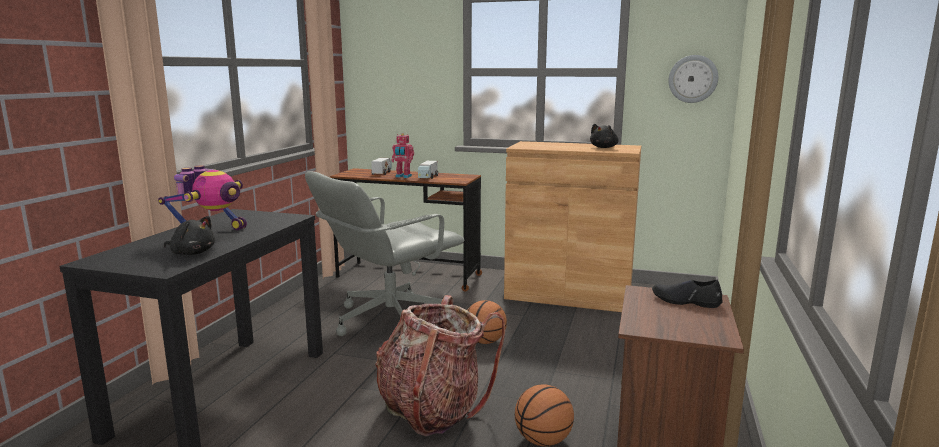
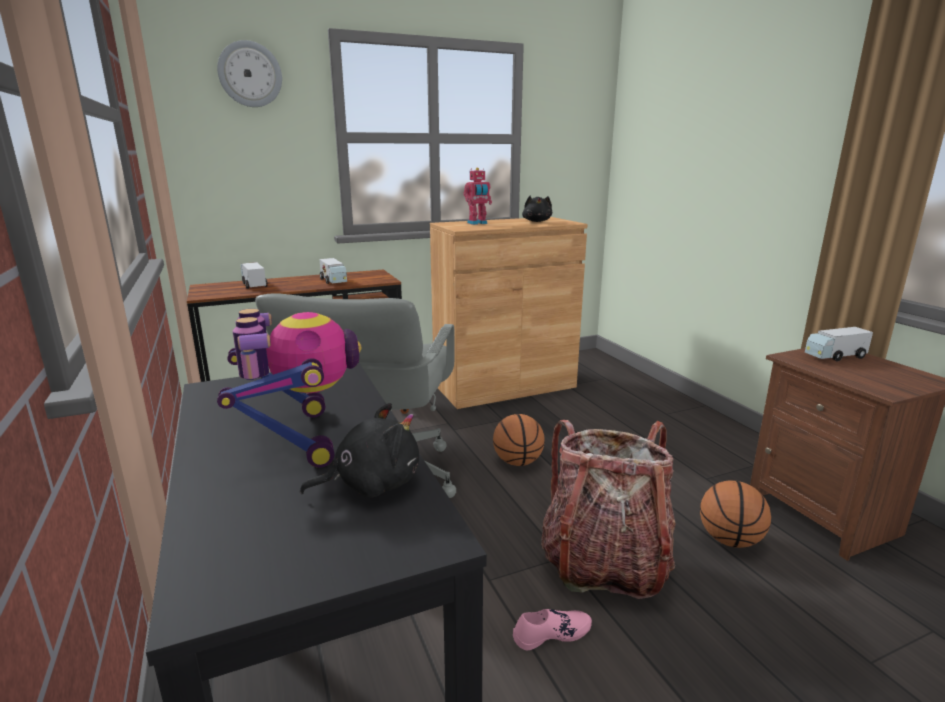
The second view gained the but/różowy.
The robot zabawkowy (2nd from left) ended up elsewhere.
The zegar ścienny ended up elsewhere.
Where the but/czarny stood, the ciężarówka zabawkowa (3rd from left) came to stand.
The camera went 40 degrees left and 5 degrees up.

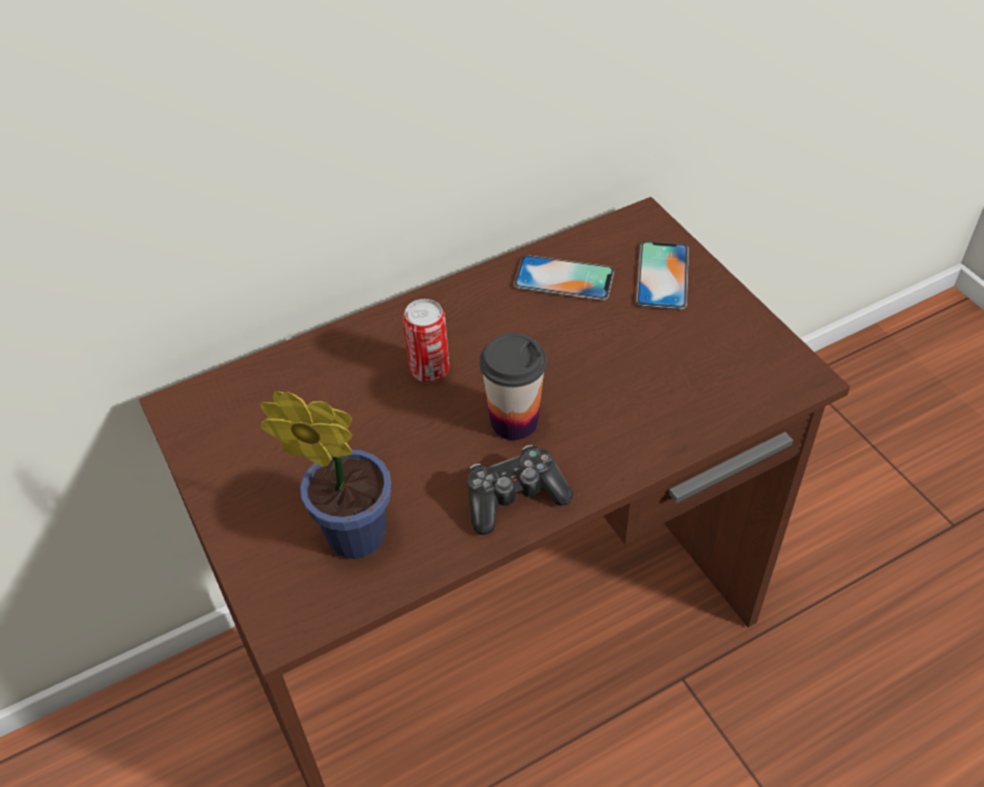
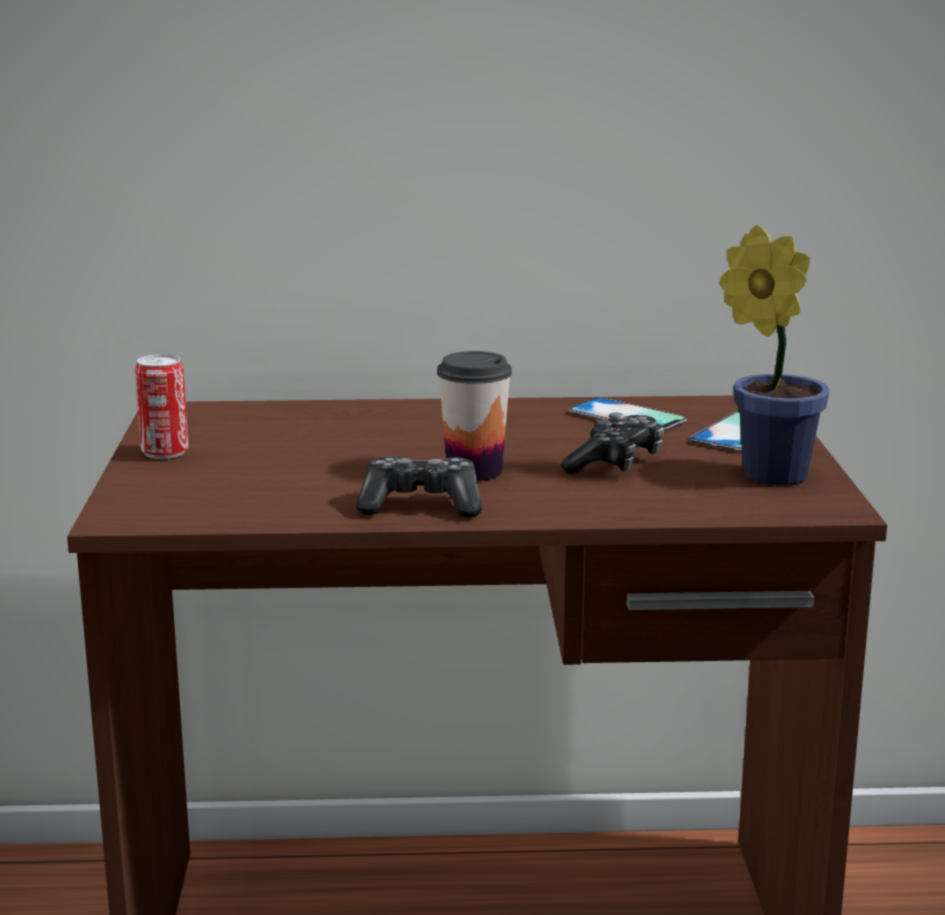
The second view gained the pad do gier (2nd from left).
The roślina doniczkowa ended up elsewhere.
The puszka ended up elsewhere.
The camera went 25 degrees right and 30 degrees down.

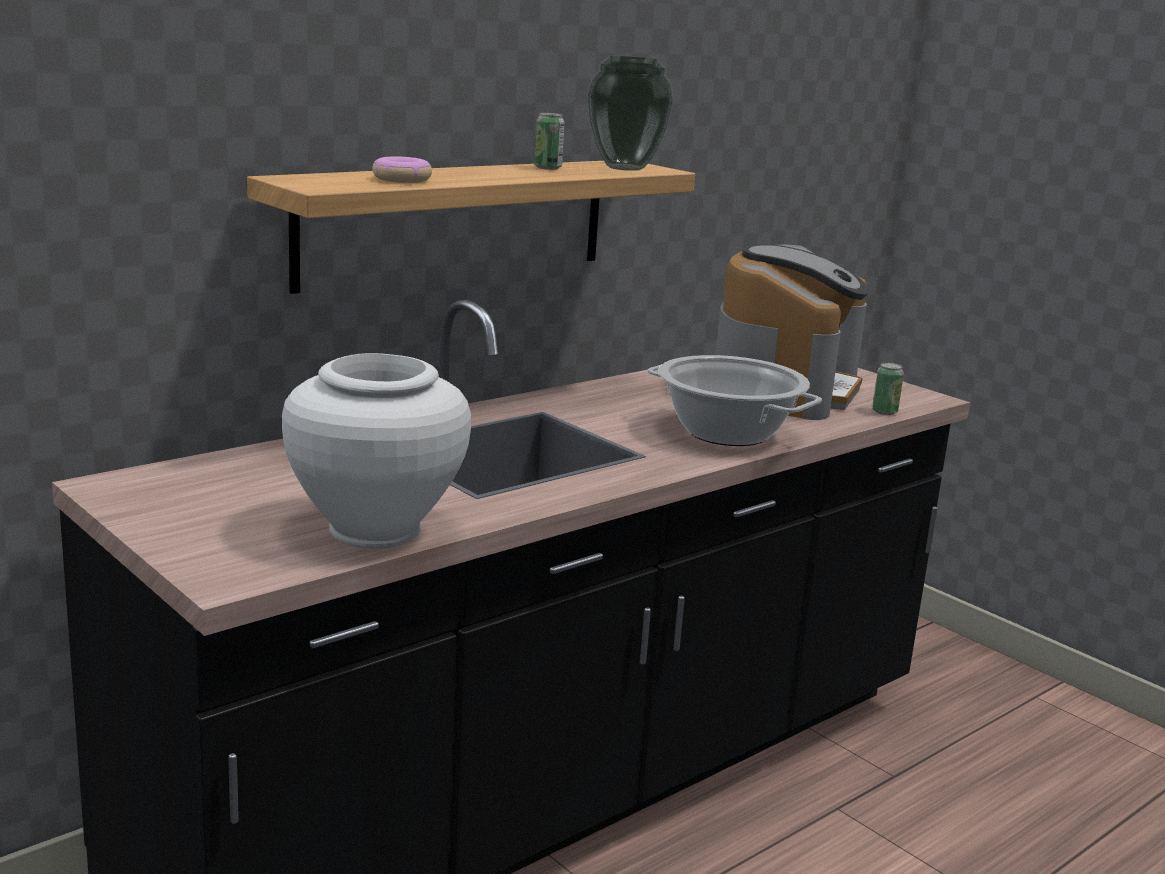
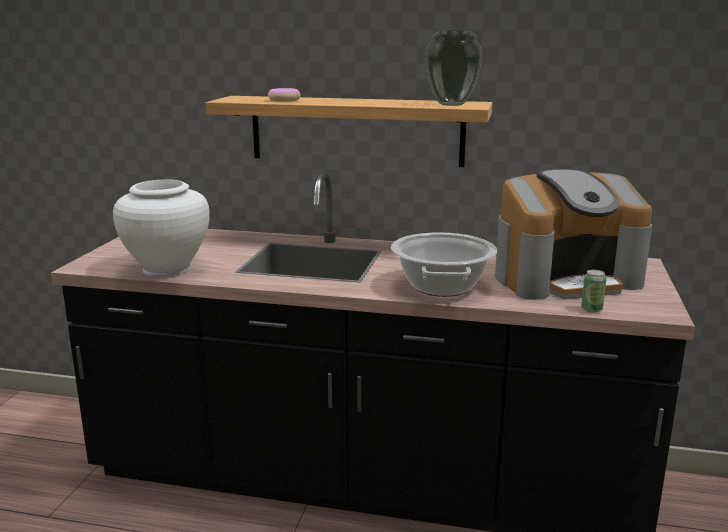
The second view lost the puszka (1st from left).
The camera went 55 degrees right and 0 degrees up.

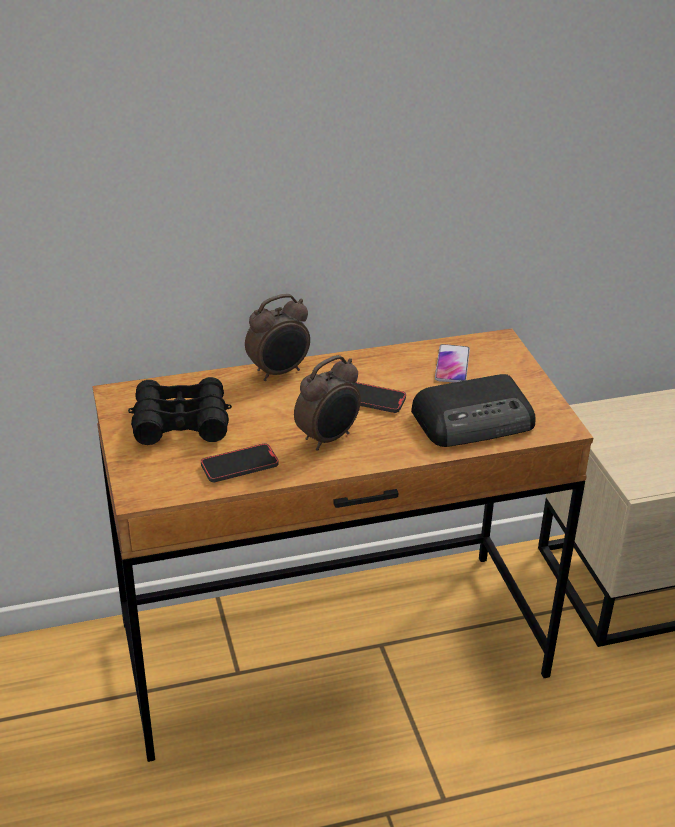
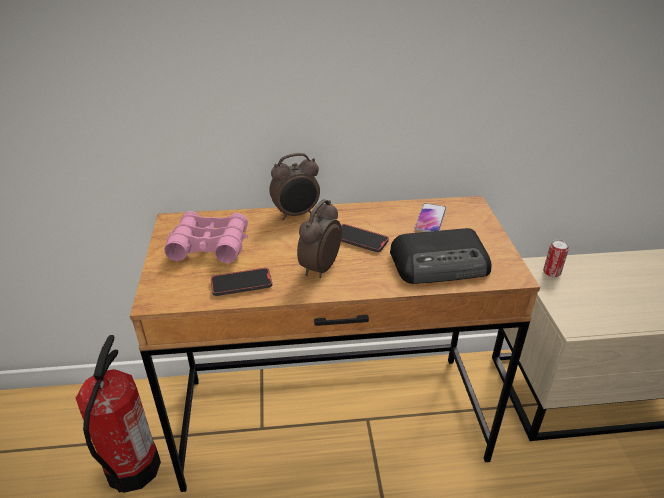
The second view gained the gaśnica.
The second view gained the puszka.
What was the lornetka/czarny turned into the lornetka/różowy.
The budzik (2nd from left) ended up facing another way, 150 degrees clockwise from before.
The camera went 10 degrees right and 0 degrees up.

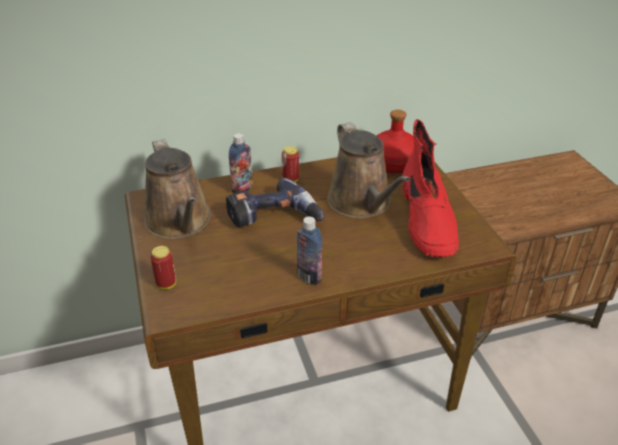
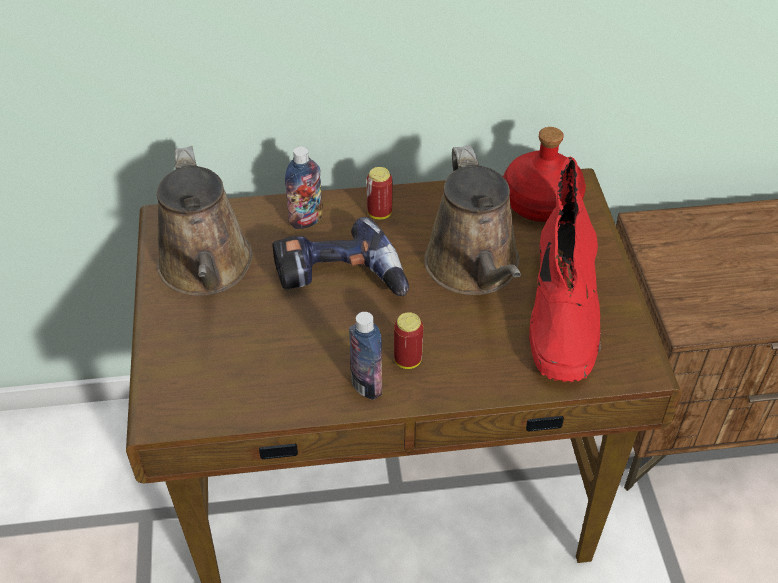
The puszka (1st from left in the first image) ended up elsewhere.
The camera went 10 degrees right and 10 degrees up.

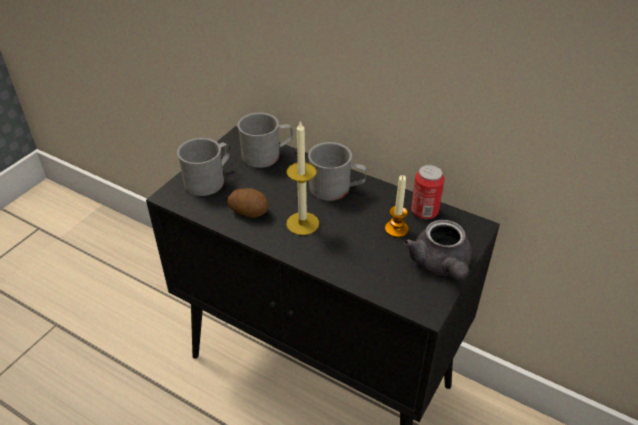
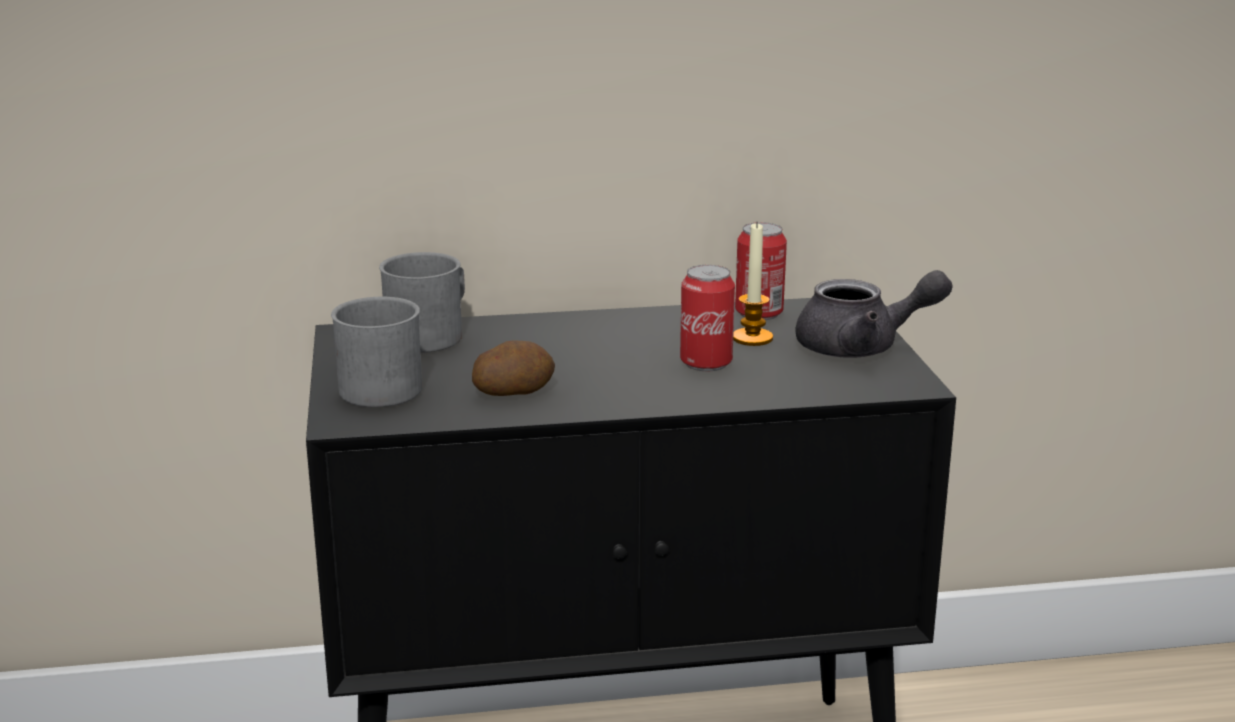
The second view lost the świeca (1st from left).
The second view lost the kubek/szary (3rd from left).
The second view gained the puszka (1st from left).
The imbryk/szary ended up facing another way, 45 degrees counterclockwise from before.
The camera went 40 degrees left and 20 degrees down.

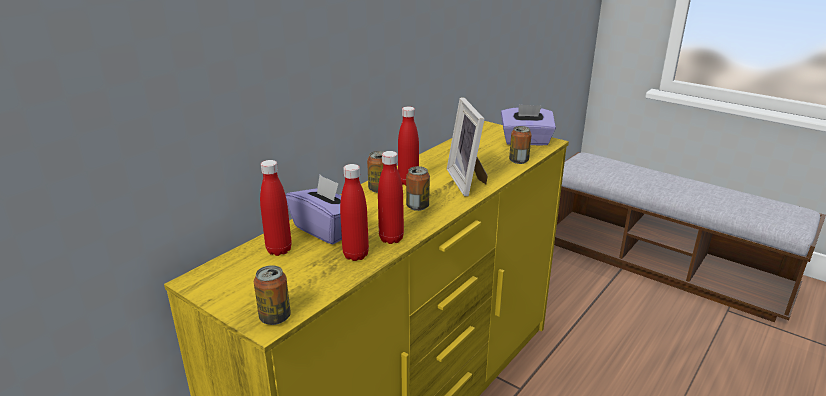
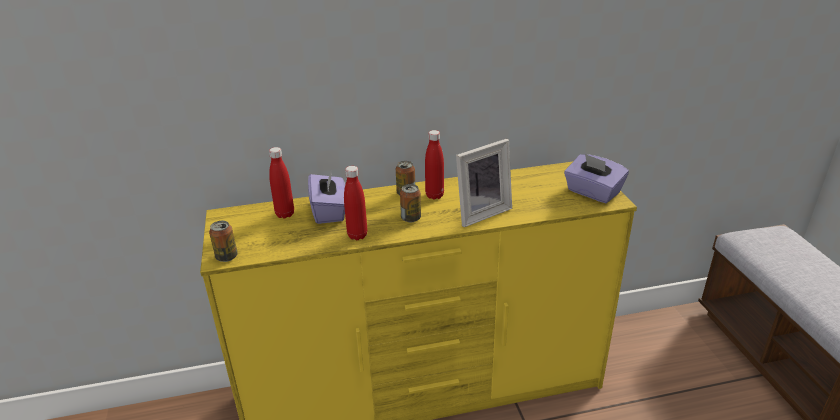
The second view lost the butelka/czerwony (2nd from left).
The second view lost the puszka (4th from left).
The ramka na zdjęcie ended up facing another way, 150 degrees counterclockwise from before.
The camera went 40 degrees right and 5 degrees up.

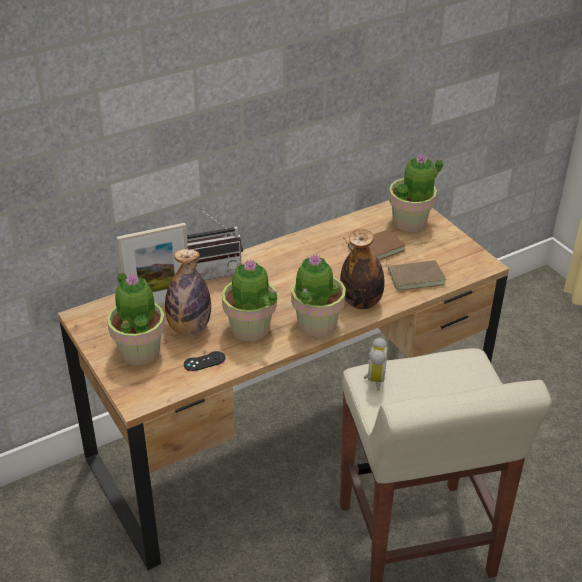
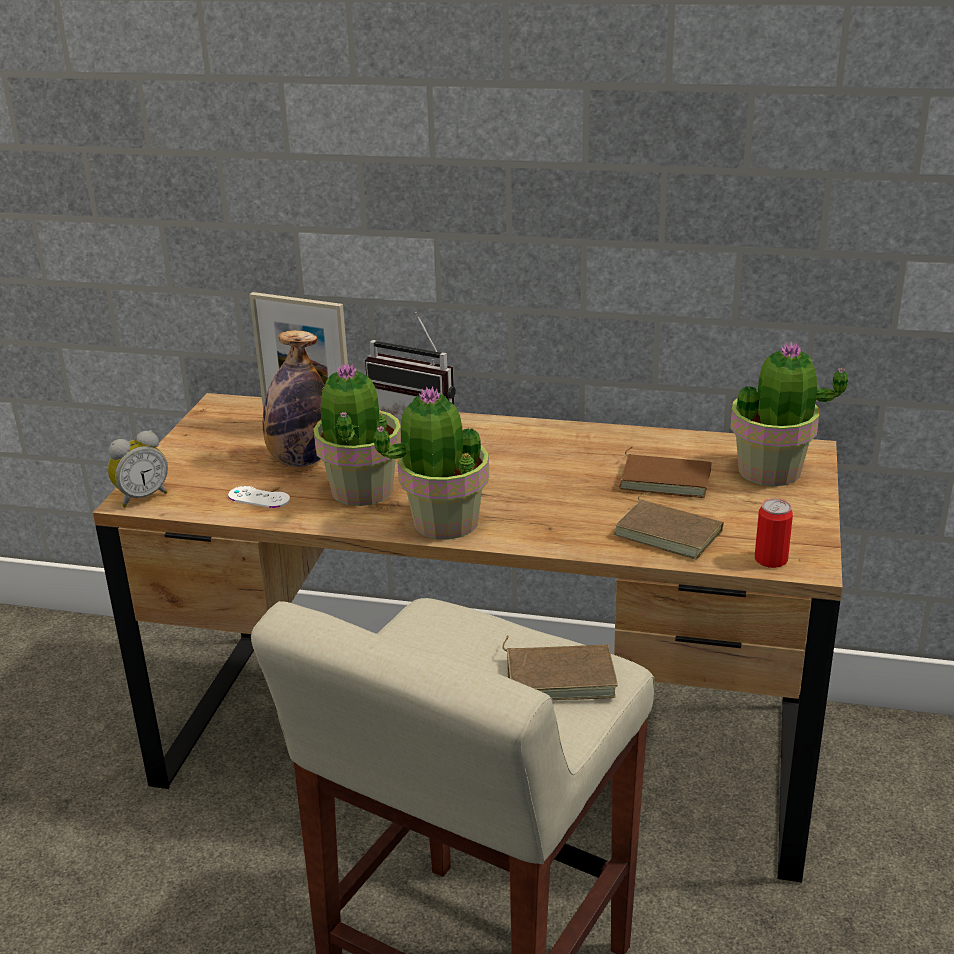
The second view lost the roślina doniczkowa (1st from left).
The second view lost the butelka (2nd from left).
The second view gained the książka/brązowy (1st from left).
The second view gained the puszka.
The budzik ended up elsewhere.
What was the pad do gier/czarny turned into the pad do gier/biały.
The camera went 45 degrees right and 10 degrees down.

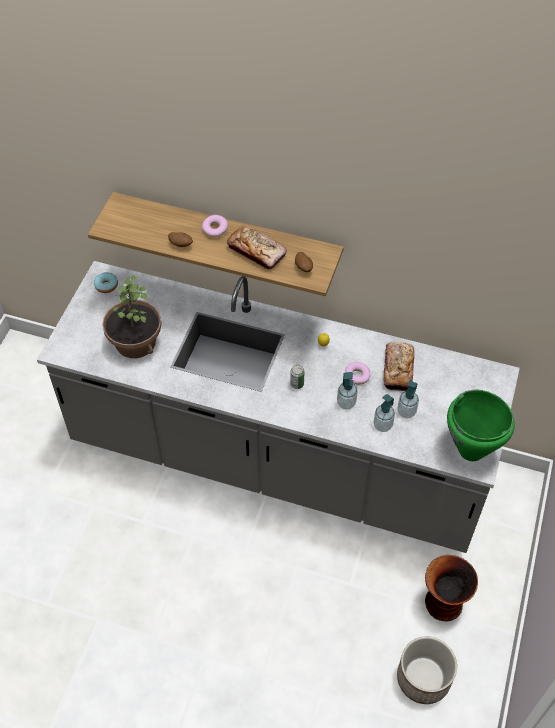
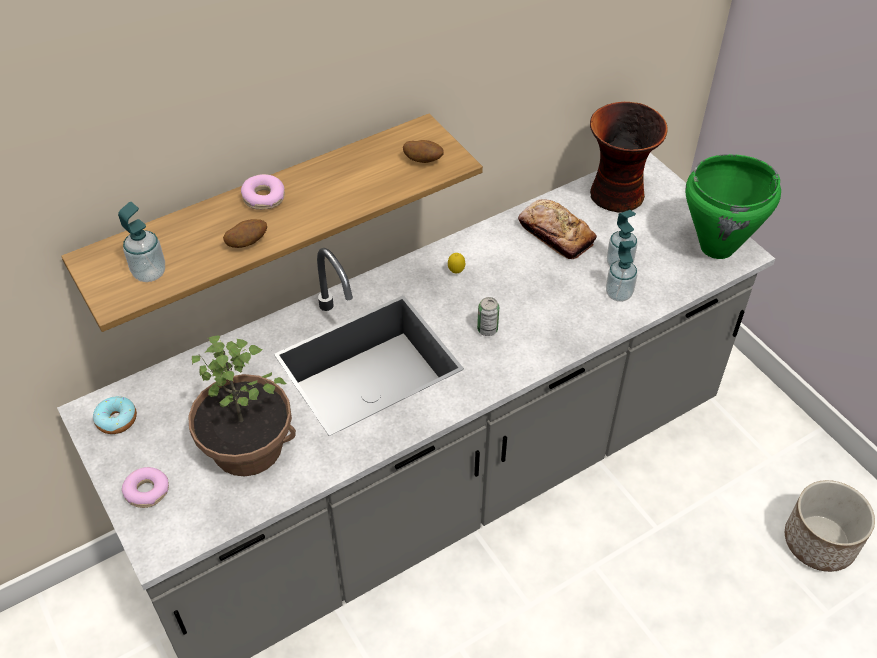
The second view lost the chleb (1st from left).
The dozownik mydła (1st from left) ended up elsewhere.
The donut (3rd from left in the first image) ended up elsewhere.
The wazon ended up elsewhere.
The camera went 50 degrees left and 5 degrees down.

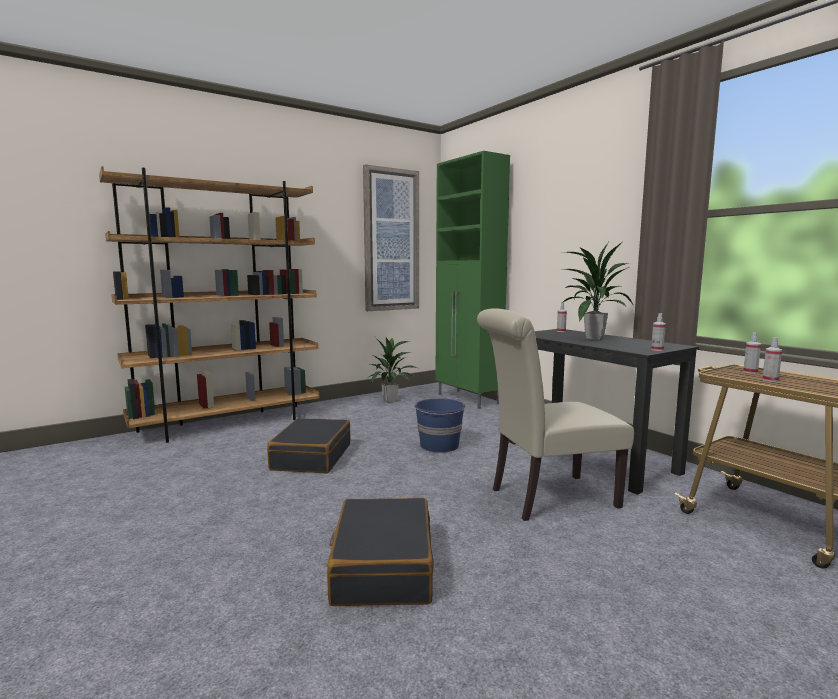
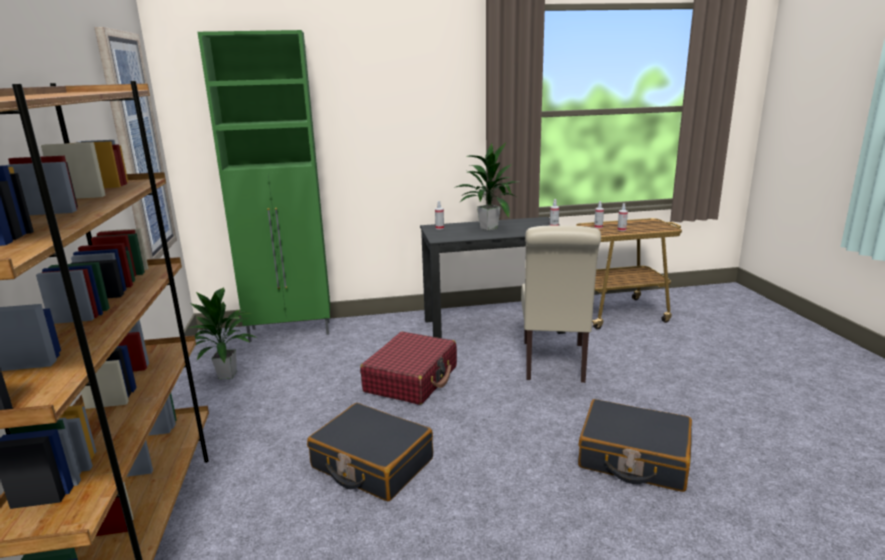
Where the wiadro/niebieski stood, the walizka/czerwony came to stand.
The camera went 65 degrees left and 10 degrees up.

